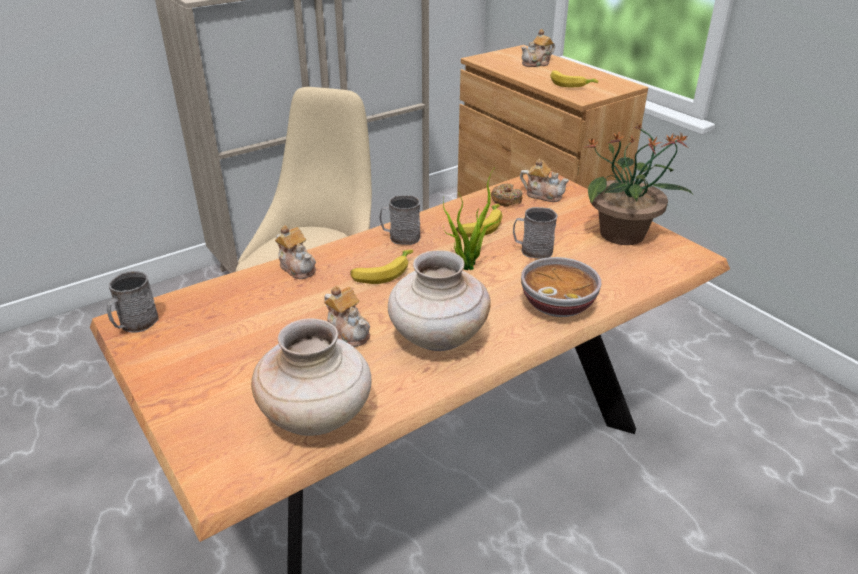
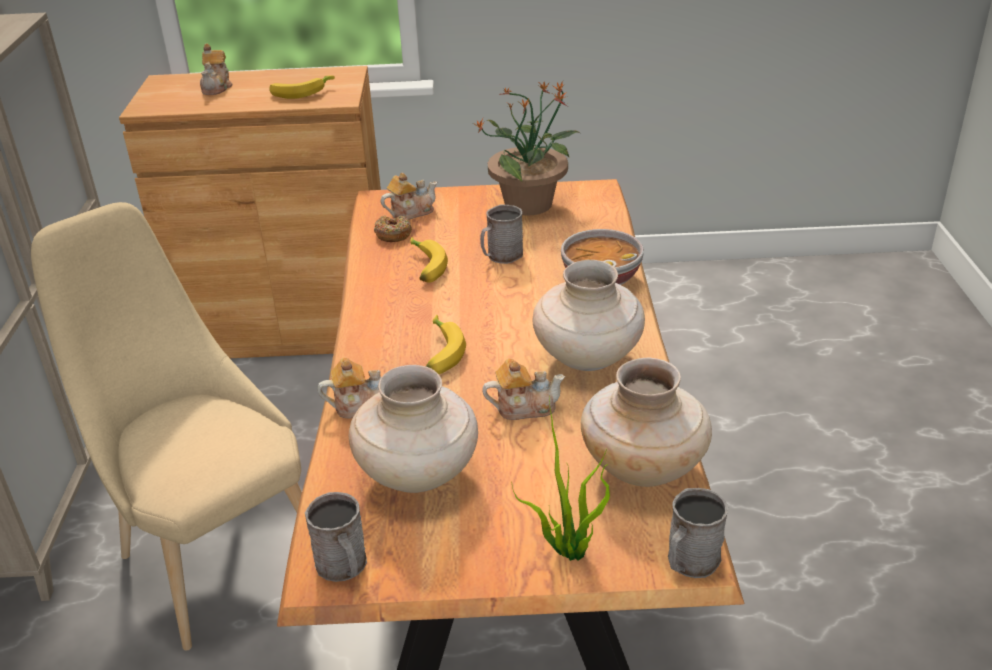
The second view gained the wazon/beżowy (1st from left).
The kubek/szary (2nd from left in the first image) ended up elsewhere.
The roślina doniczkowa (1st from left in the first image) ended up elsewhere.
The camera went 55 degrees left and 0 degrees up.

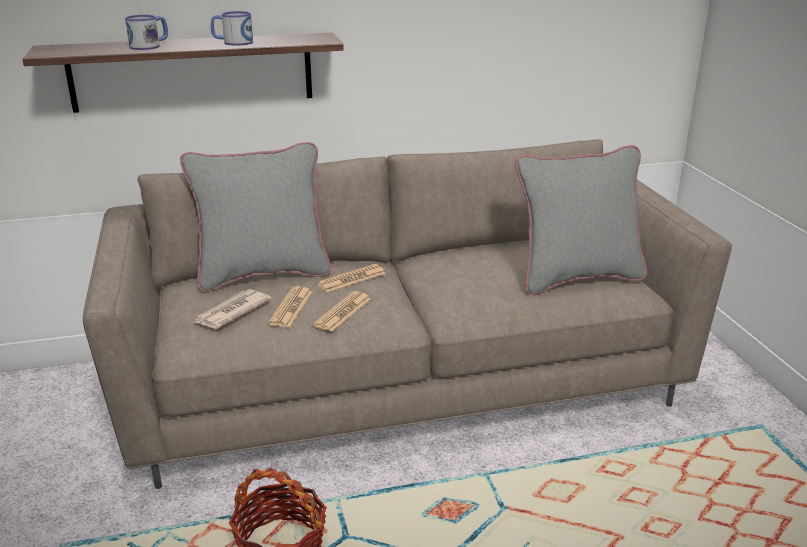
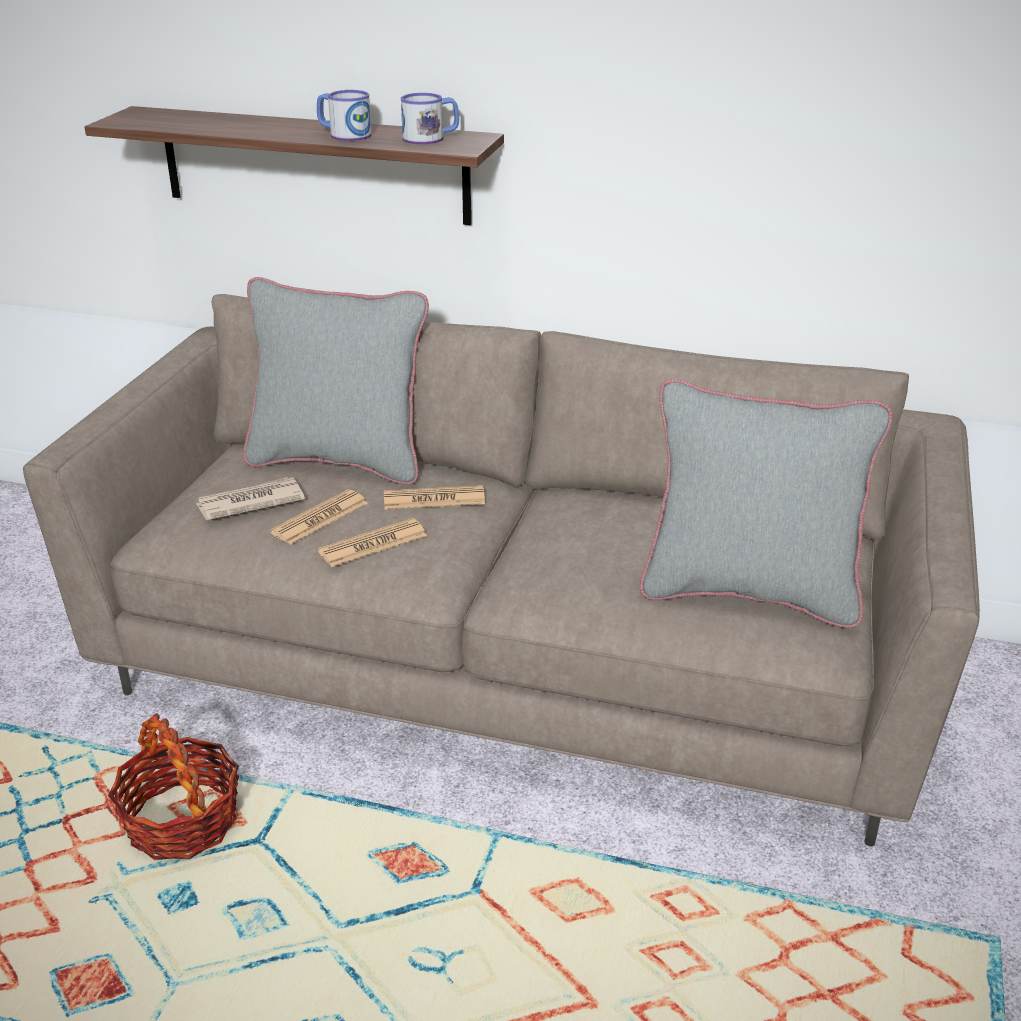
The kubek (1st from left in the first image) ended up elsewhere.
The camera went 30 degrees right and 5 degrees up.

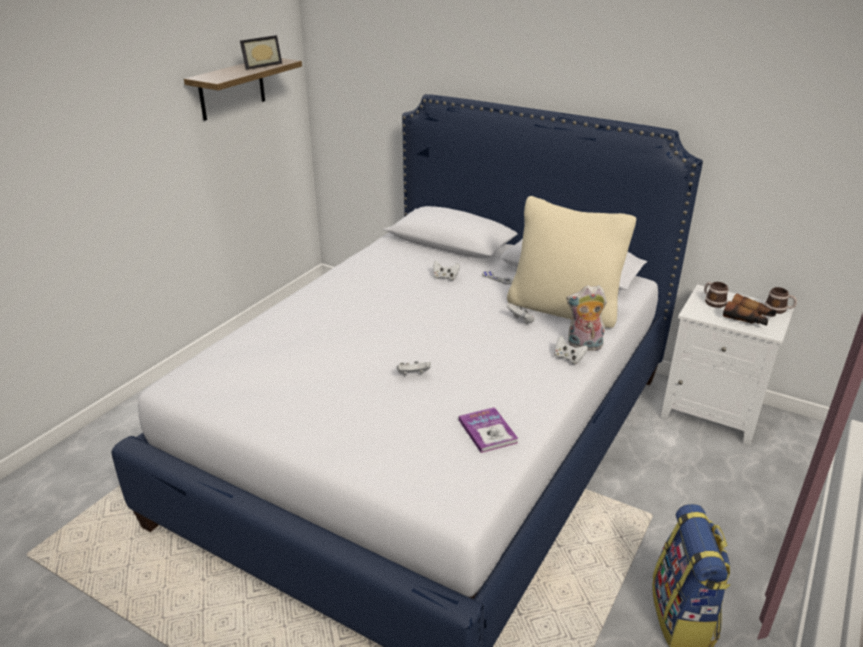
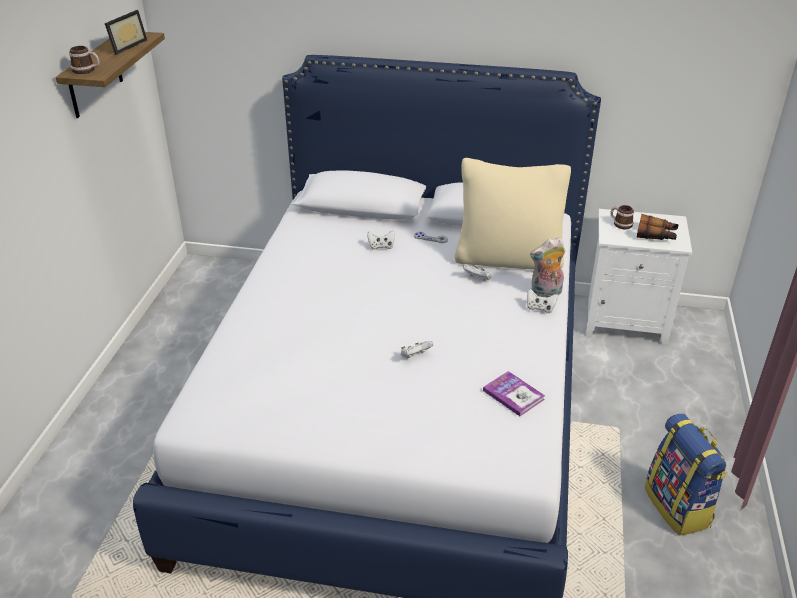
The kubek (2nd from left in the first image) ended up elsewhere.
The camera went 20 degrees left and 5 degrees up.

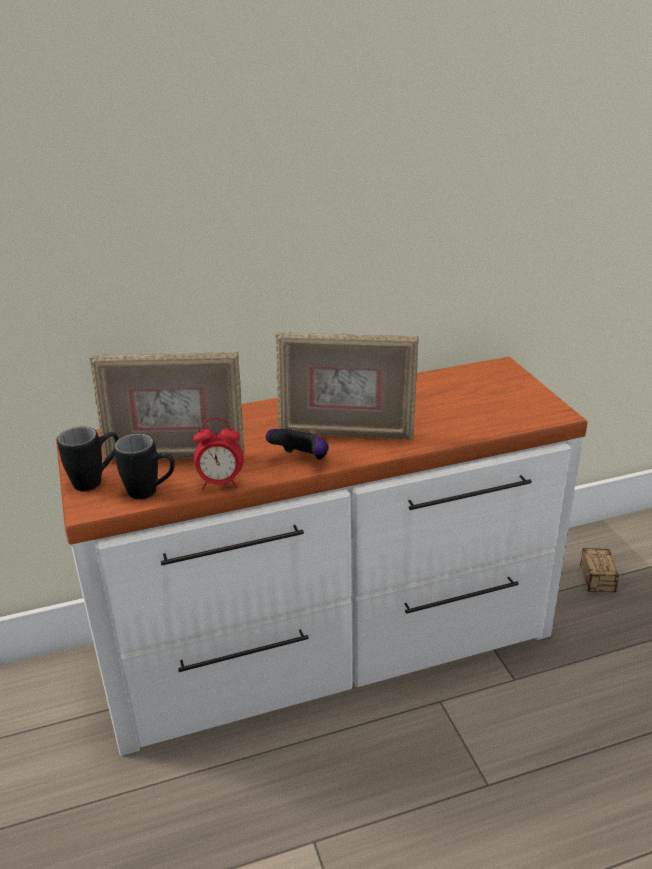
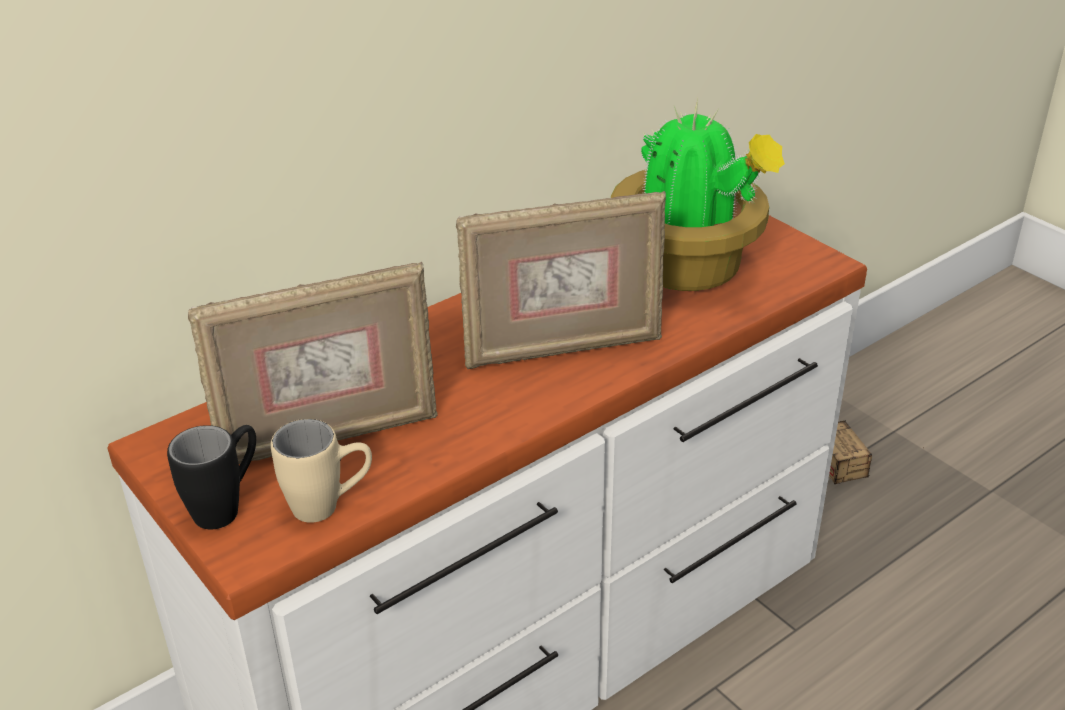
The second view lost the budzik.
The second view lost the pad do gier.
The second view gained the roślina doniczkowa.
What was the kubek/czarny (2nd from left) turned into the kubek/beżowy.
The camera went 20 degrees left and 5 degrees up.

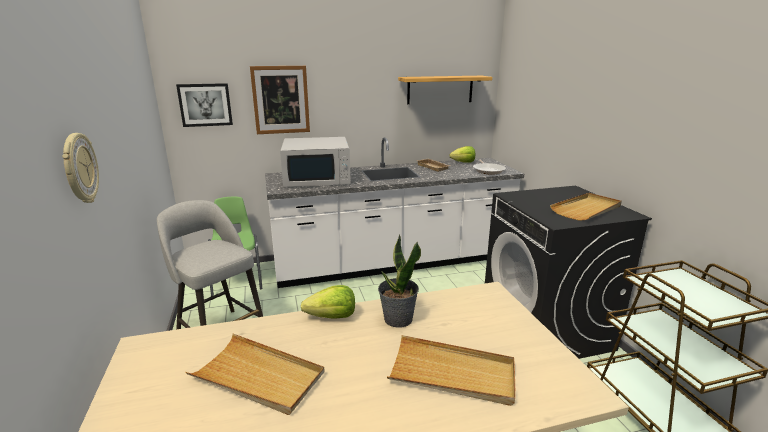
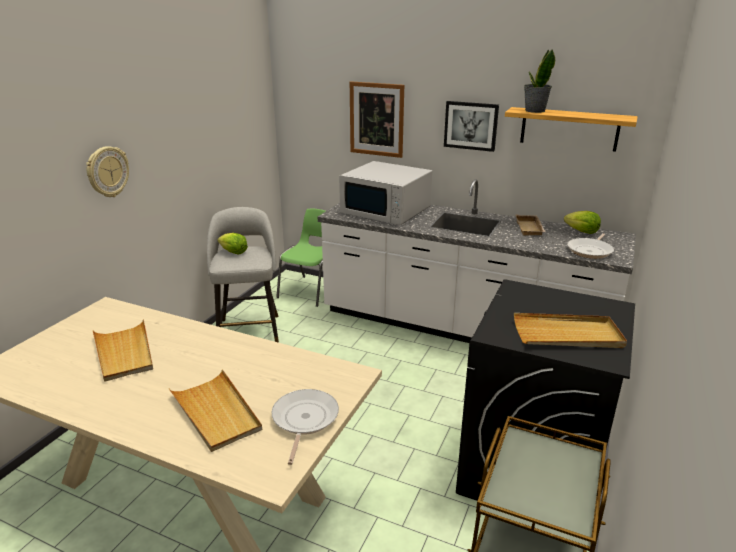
The second view gained the patelnia (1st from left).
The obraz (1st from left in the first image) ended up elsewhere.
The sałata (1st from left) ended up elsewhere.
The roślina doniczkowa ended up elsewhere.
The camera went 40 degrees right and 5 degrees up.

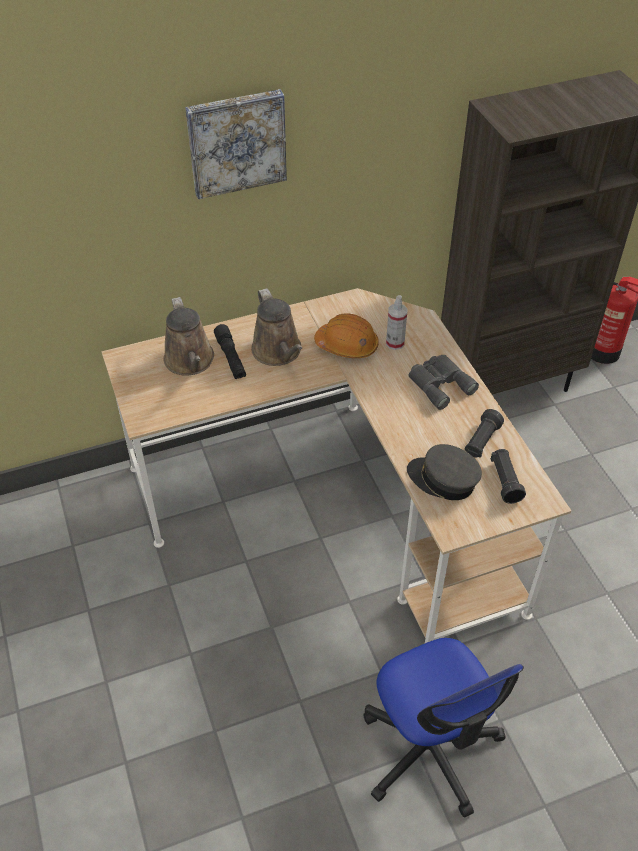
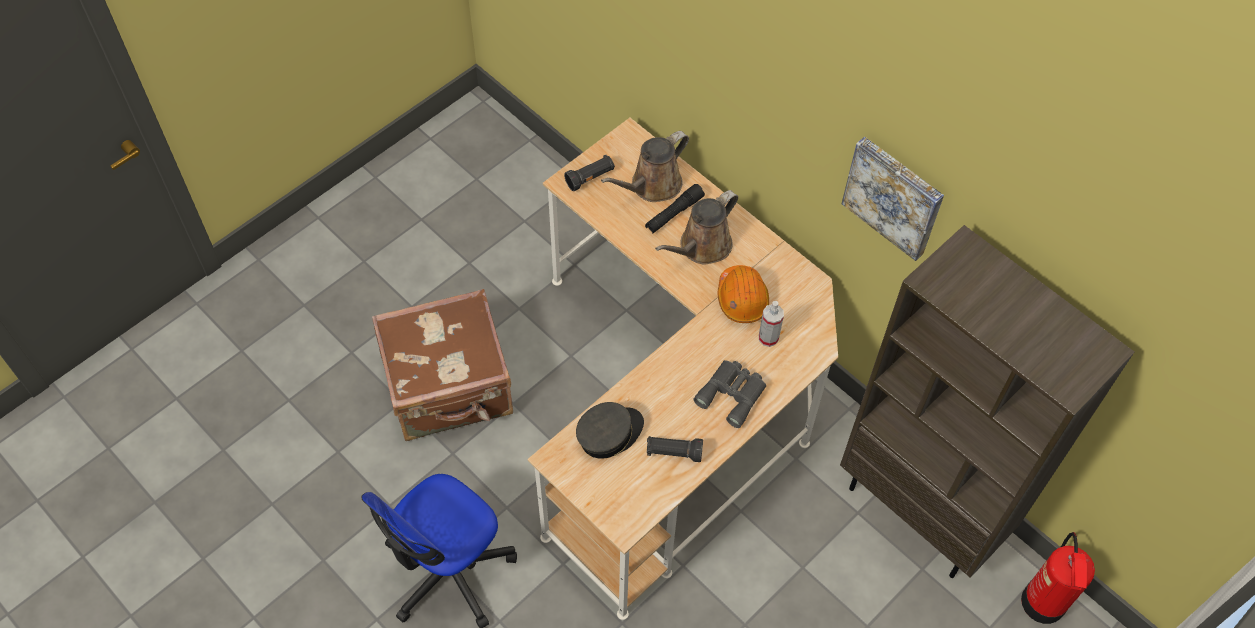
The second view gained the walizka/brązowy.
The obraz ended up elsewhere.
The latarka/czarny (3rd from left in the first image) ended up elsewhere.
The czapka z daszkiem/szary ended up facing another way, 45 degrees clockwise from before.
The camera went 65 degrees right and 10 degrees up.

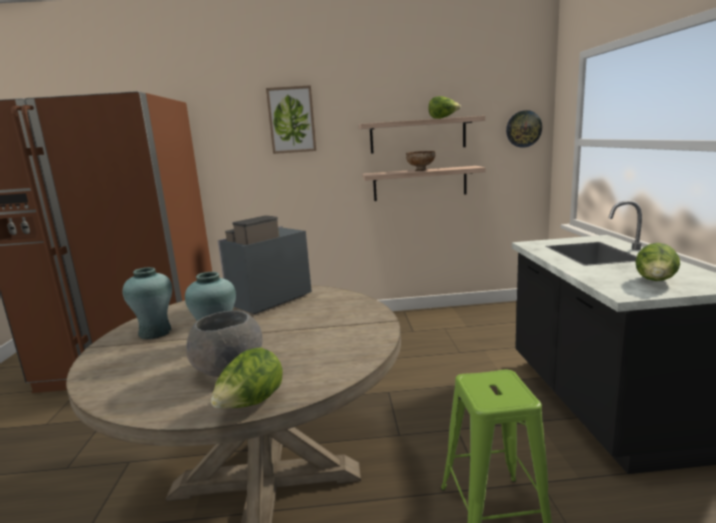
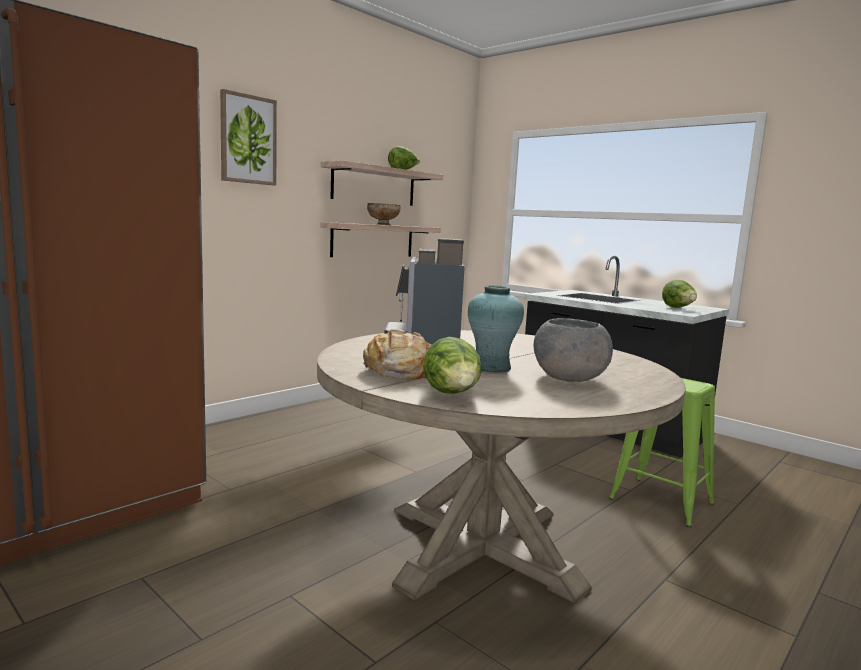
The second view lost the zegar ścienny.
The sałata (1st from left in the first image) ended up elsewhere.
Where the wazon/turkusowy (1st from left) stood, the chleb came to stand.
The camera went 45 degrees left and 5 degrees down.

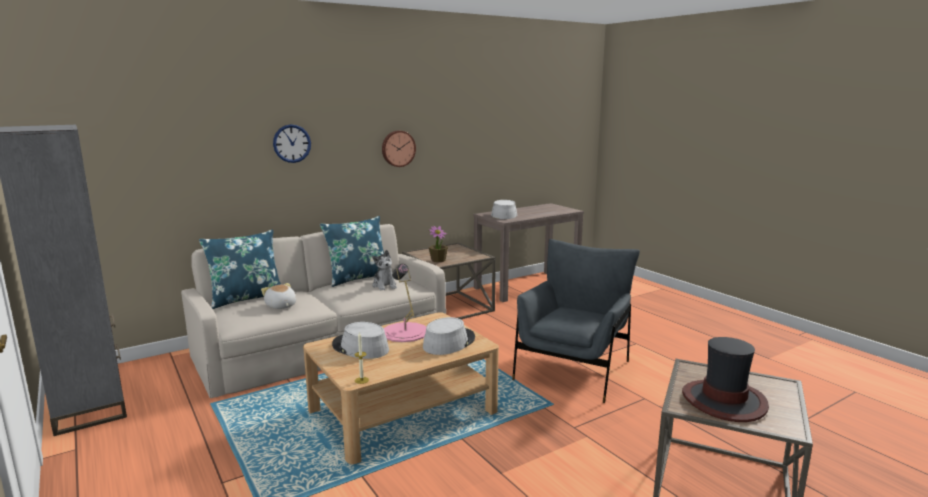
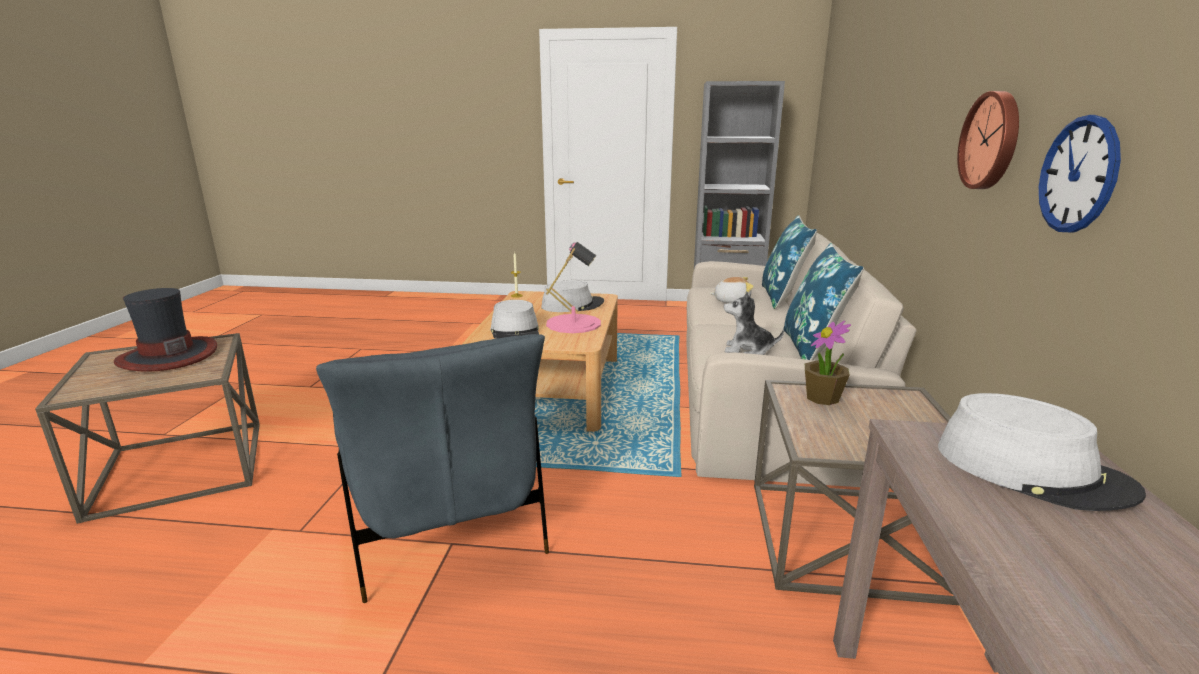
The zegar ścienny (1st from left in the first image) ended up elsewhere.
The camera went 130 degrees right and 5 degrees up.

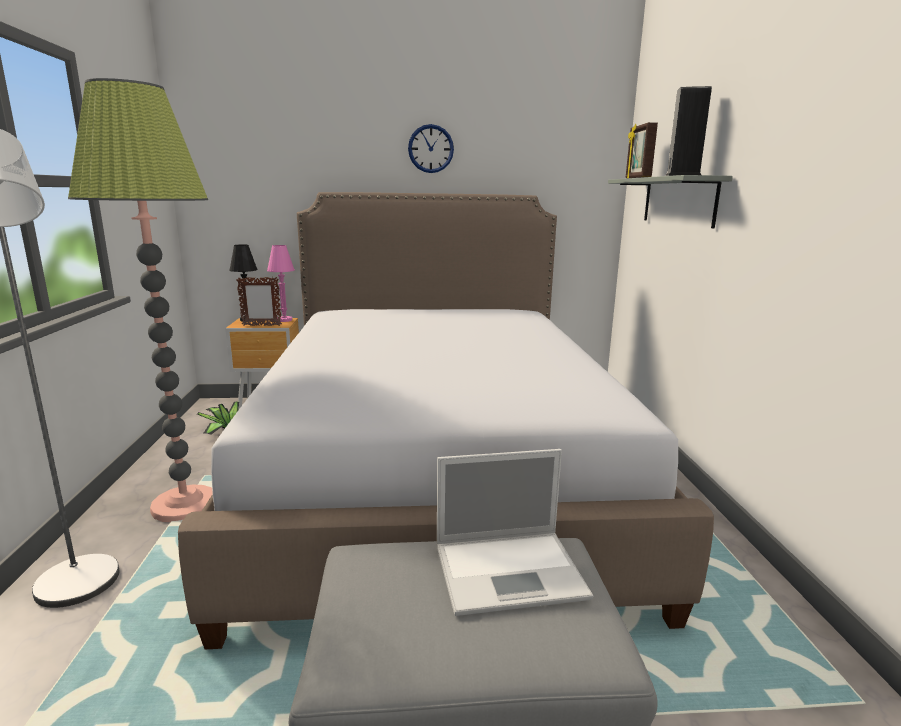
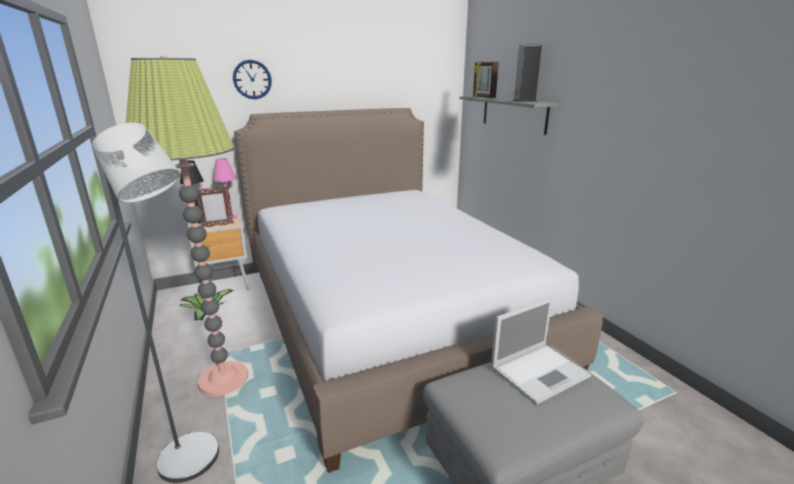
The zegar ścienny ended up elsewhere.
The camera went 20 degrees left and 5 degrees up.

